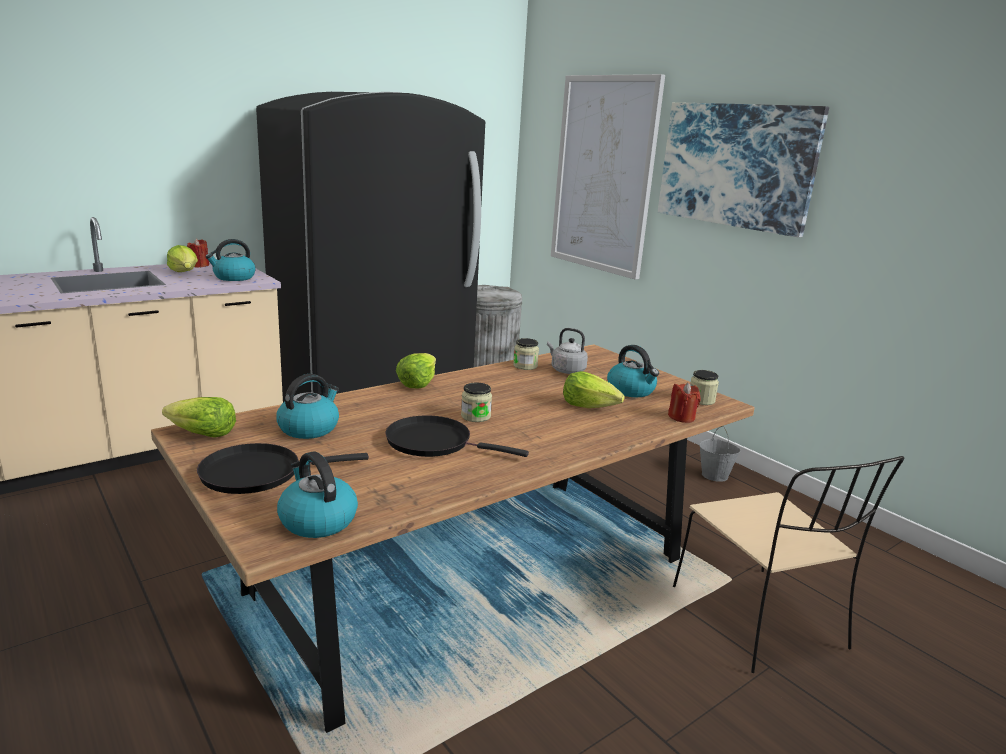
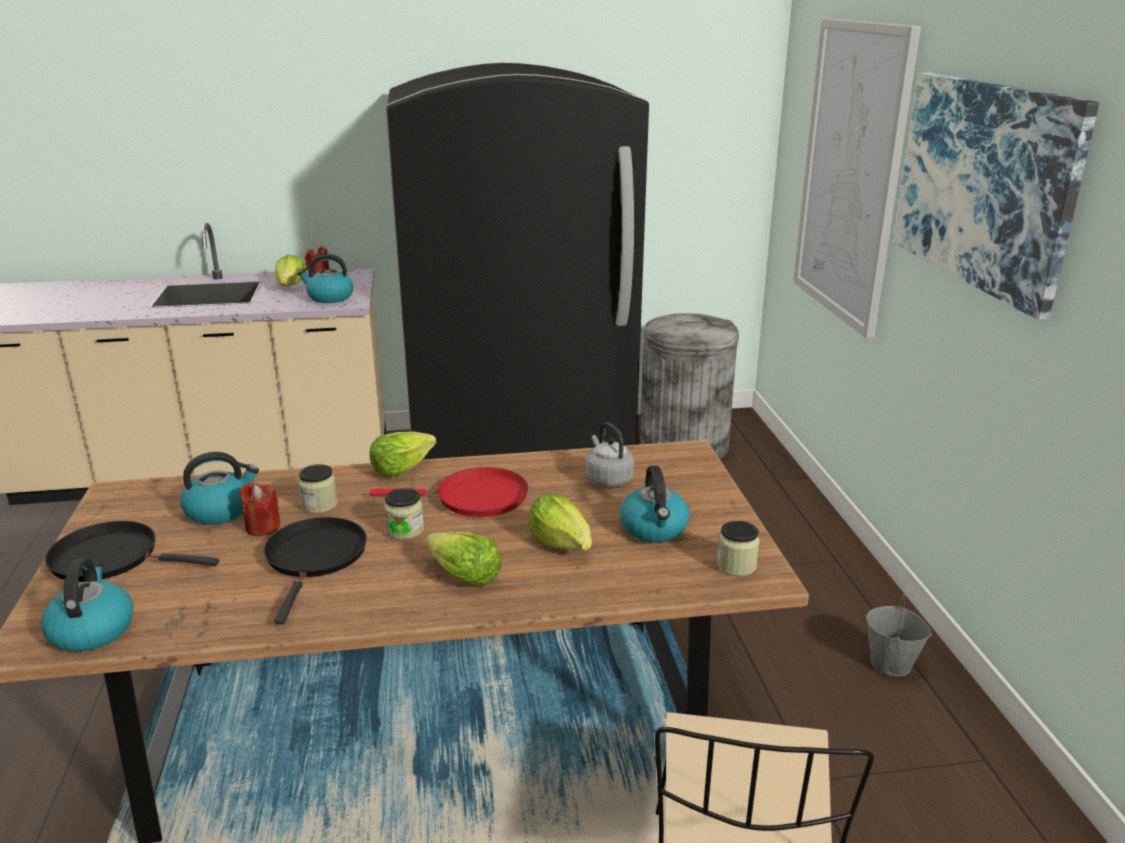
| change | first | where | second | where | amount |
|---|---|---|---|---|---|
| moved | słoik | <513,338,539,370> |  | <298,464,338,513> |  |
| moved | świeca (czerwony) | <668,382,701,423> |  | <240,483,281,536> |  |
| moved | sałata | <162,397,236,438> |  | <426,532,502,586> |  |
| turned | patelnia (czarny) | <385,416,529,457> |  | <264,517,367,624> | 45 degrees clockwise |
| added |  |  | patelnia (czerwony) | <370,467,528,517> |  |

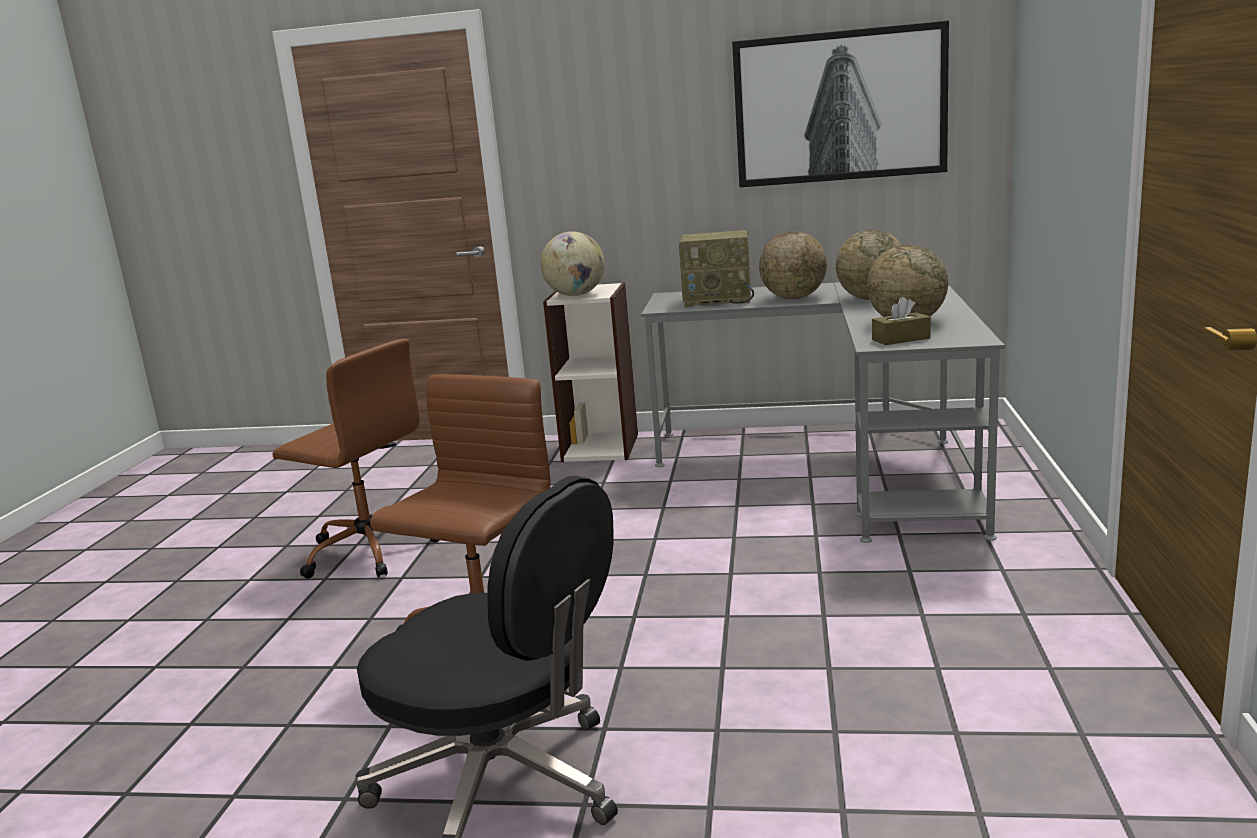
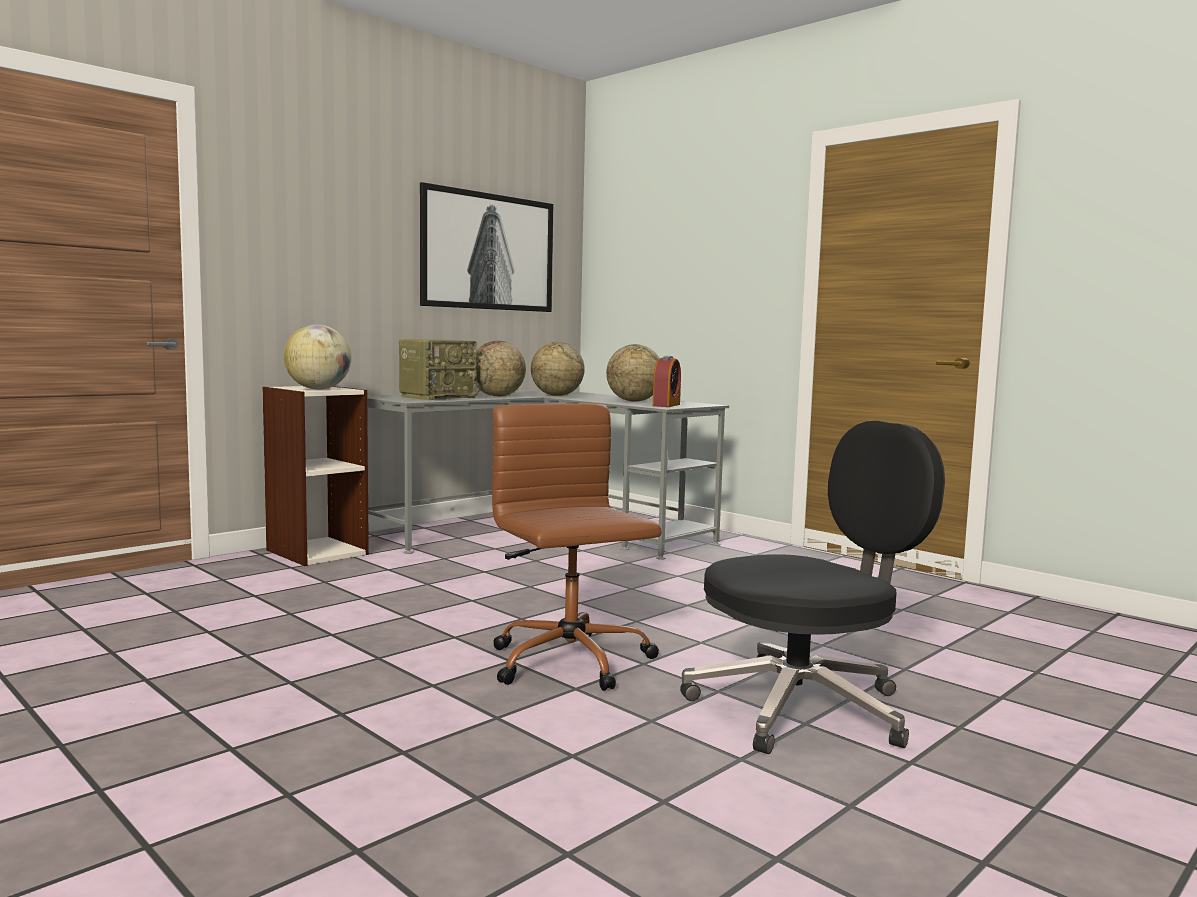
| change | first | where | second | where | amount |
|---|---|---|---|---|---|
| replaced | pudełko chusteczek (brązowy) | <872,297,931,345> | budzik | <653,356,681,407> |  |
| removed | krzesło biurowe (brązowy) | <273,339,439,579> |  |  |  |

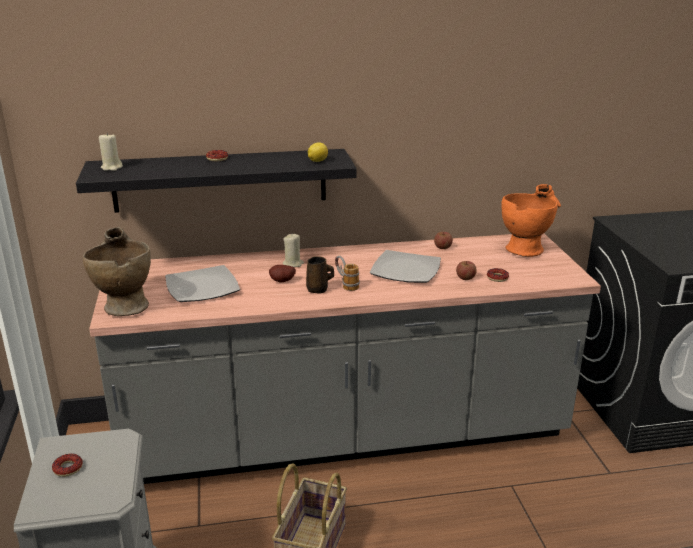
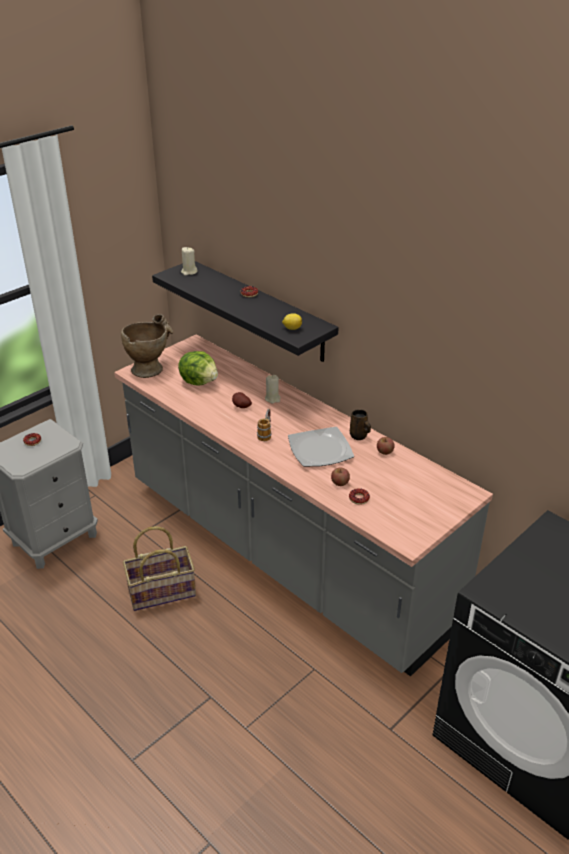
| change | first | where | second | where | amount |
|---|---|---|---|---|---|
| removed | wazon (pomarańczowy) | <502,184,561,257> |  |  |  |
| moved | kubek (brązowy) | <306,256,334,294> |  | <350,410,371,440> |  |
| replaced | talerz | <165,265,240,302> | sałata | <178,351,218,386> |  |

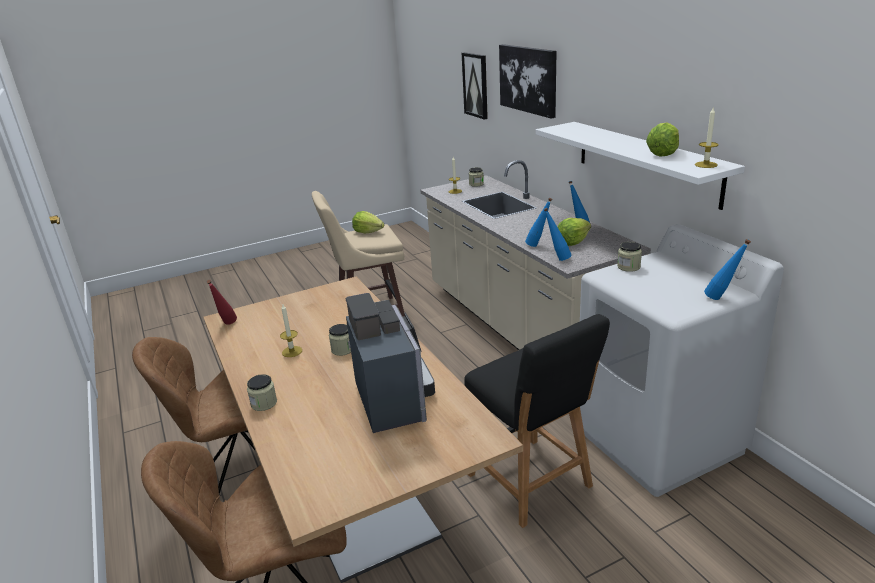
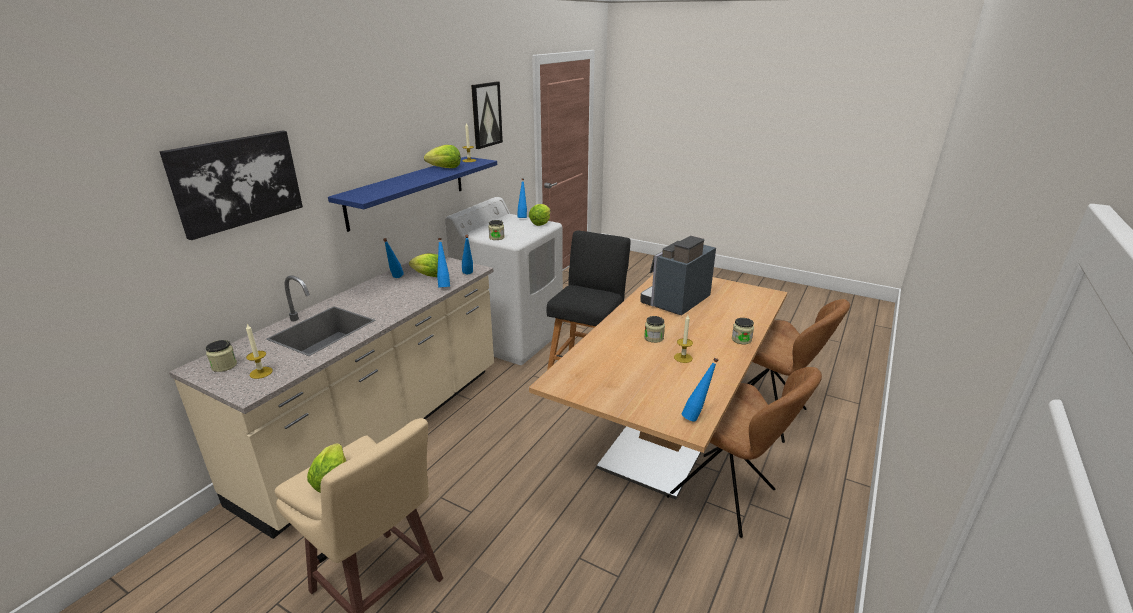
| change | first | where | second | where | amount |
|---|---|---|---|---|---|
| moved | obraz | <462,52,488,120> |  | <471,82,503,149> |  |
| recoloured | półka (biały) | <536,122,745,210> | półka (niebieski) | <328,157,497,232> |  |
| recoloured | butelka (czerwony) | <207,280,237,325> | butelka (niebieski) | <682,358,718,422> |  |
| added |  |  | sałata | <529,204,551,226> |  |

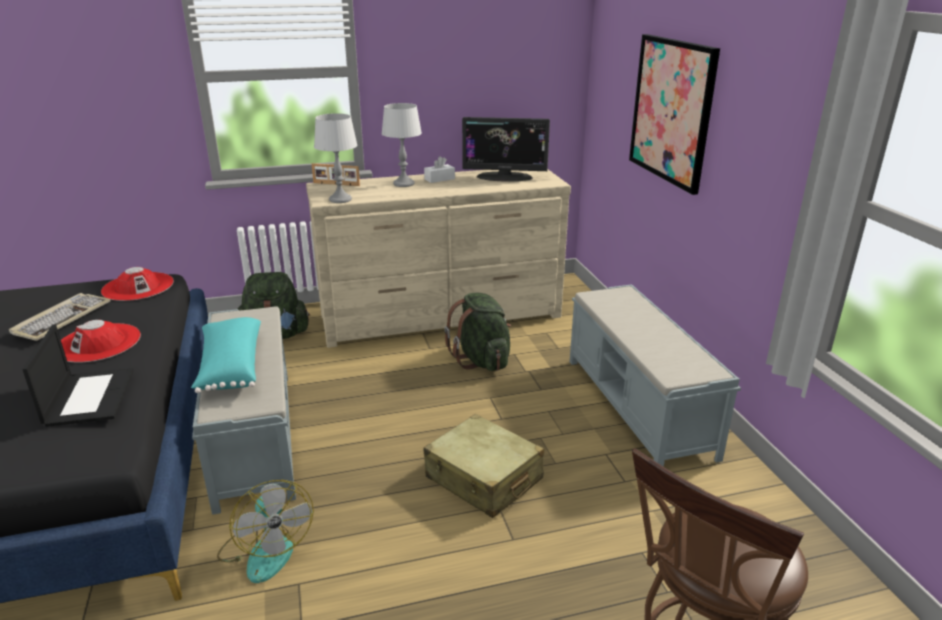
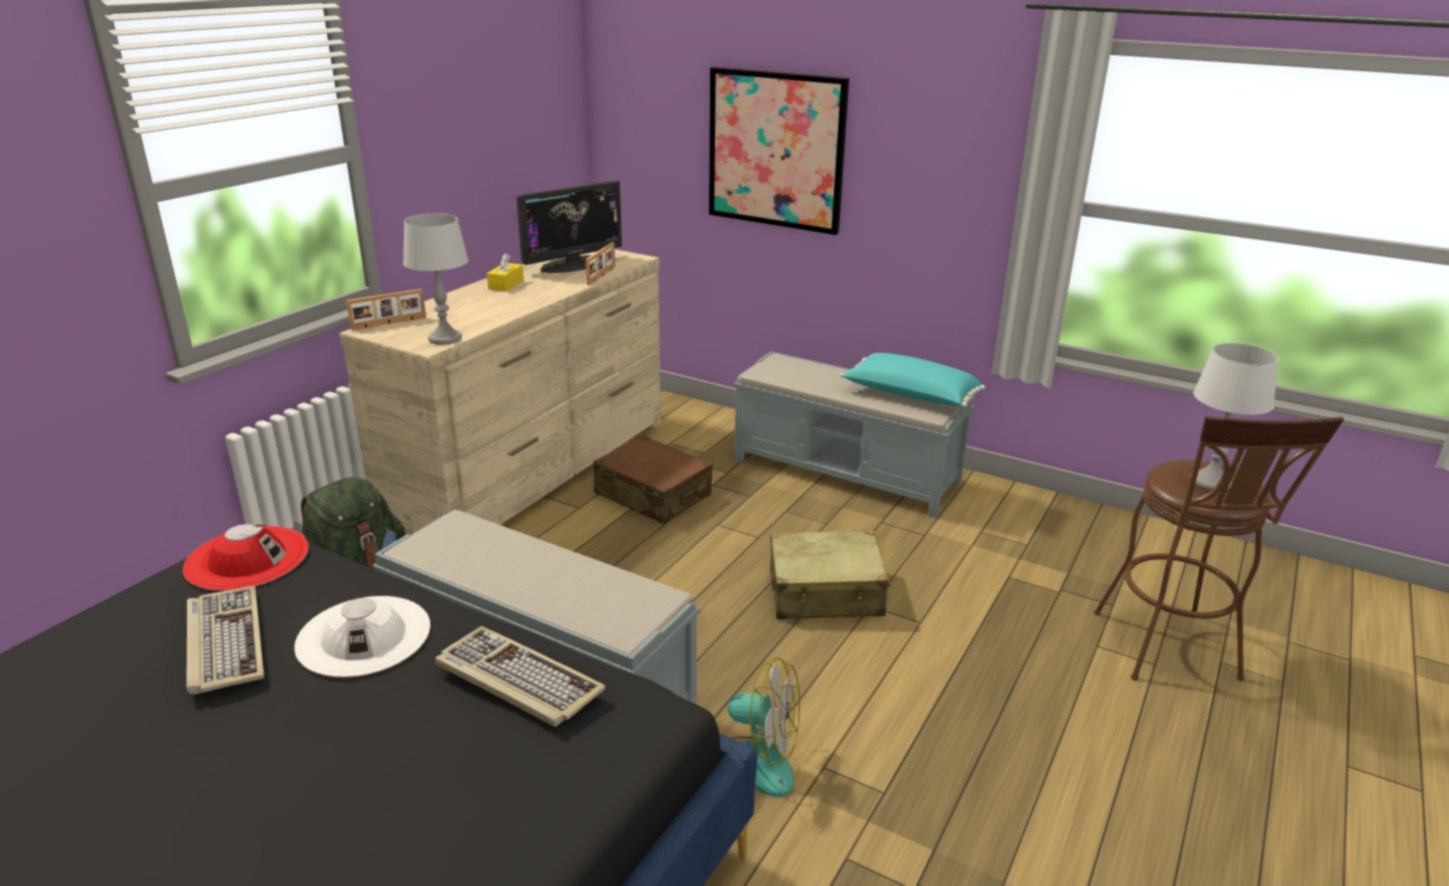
| change | first | where | second | where | amount |
|---|---|---|---|---|---|
| moved | lampa stołowa (szary) | <381,103,422,187> |  | <1190,343,1279,491> |  |
| recoloured | pudełko chusteczek (biały) | <424,156,455,183> | pudełko chusteczek (żółty) | <487,253,524,291> |  |
| replaced | plecak (zielony) | <444,292,511,371> | walizka (brązowy) | <593,435,713,524> |  |
| moved | poduszka (turkusowy) | <191,317,261,393> |  | <840,353,985,407> |  |
| recoloured | kapelusz (czerwony) | <61,320,141,362> | kapelusz (biały) | <294,596,431,677> |  |
| replaced | laptop | <22,325,134,427> | klawiatura | <435,626,605,727> |  |
| added |  |  | ramka na zdjęcie | <586,242,615,285> |  |

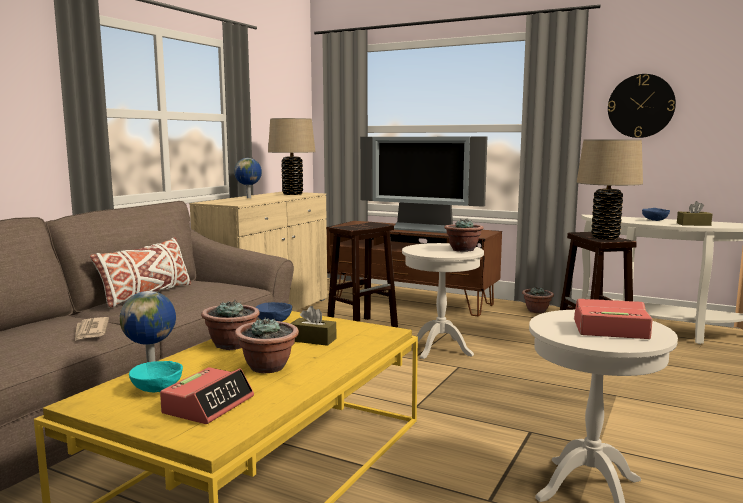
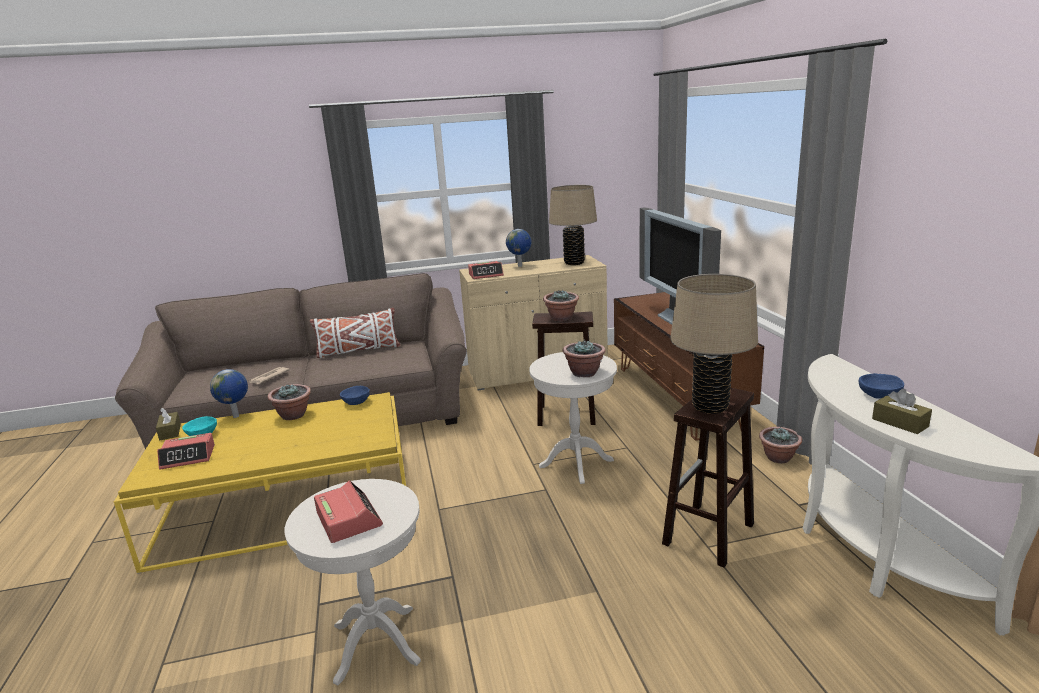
| change | first | where | second | where | amount |
|---|---|---|---|---|---|
| removed | zegar ścienny | <608,74,676,138> |  |  |  |
| moved | pudełko chusteczek (brązowy) | <290,306,336,346> |  | <156,408,181,440> |  |
| moved | roślina doniczkowa | <235,318,299,373> |  | <543,290,579,321> |  |
| added |  |  | budzik | <468,261,504,279> |  |

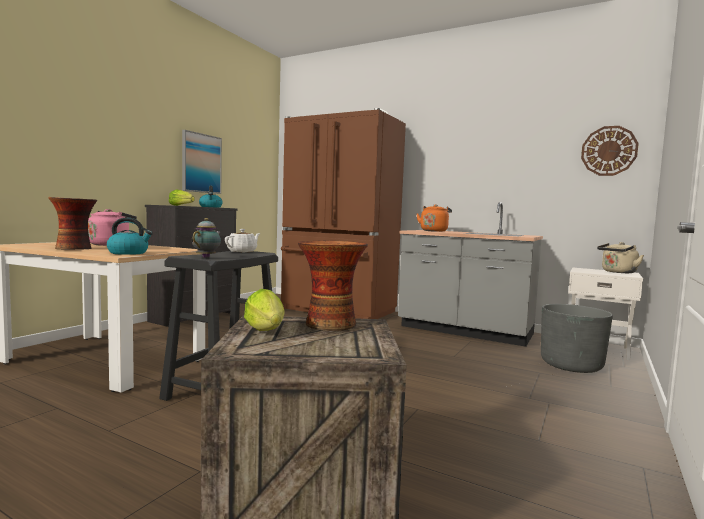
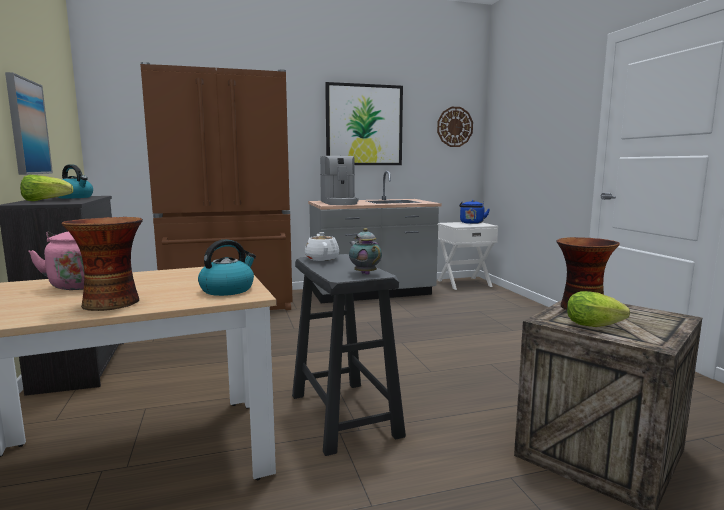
| change | first | where | second | where | amount |
|---|---|---|---|---|---|
| replaced | czajnik (pomarańczowy) | <416,204,452,232> | ekspres do kawy | <320,156,358,205> |  |
| recoloured | czajnik (beżowy) | <597,242,644,273> | czajnik (niebieski) | <459,200,490,224> |  |
| removed | donica (szary) | <541,304,613,373> |  |  |  |
| added |  |  | obraz | <325,82,403,165> |  |

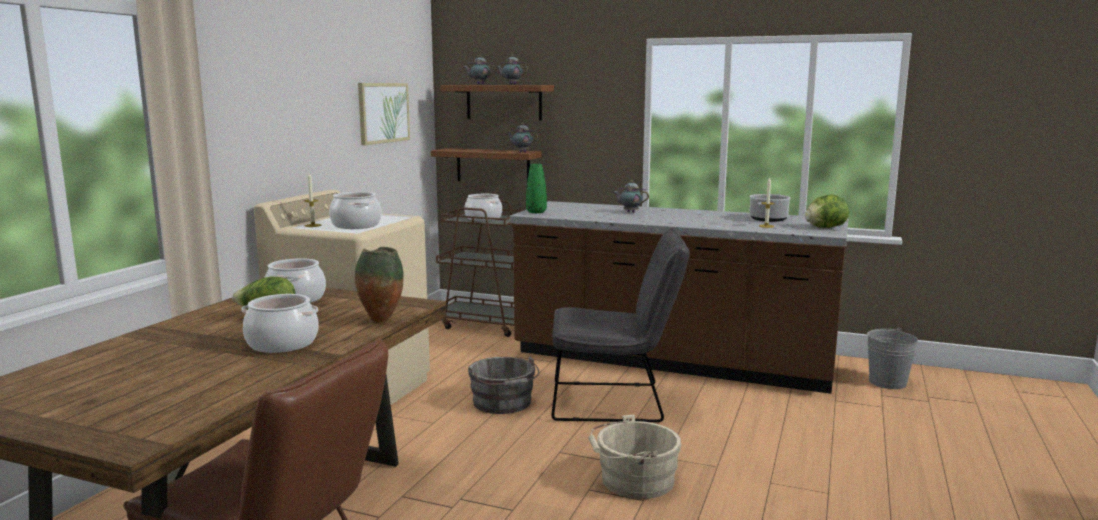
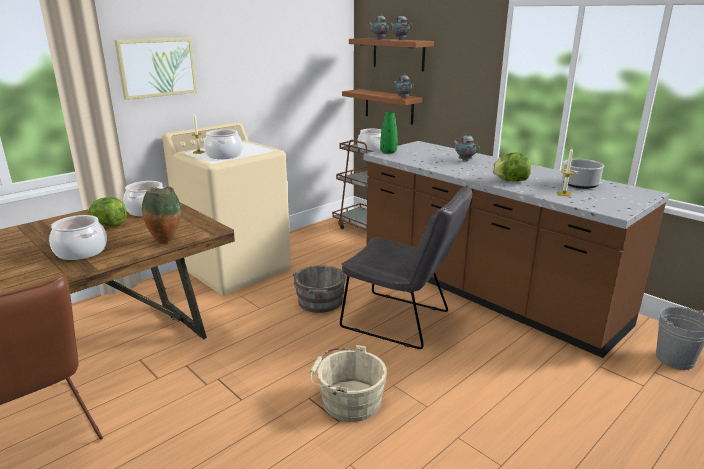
| change | first | where | second | where | amount |
|---|---|---|---|---|---|
| moved | obraz | <358,83,410,145> |  | <114,38,197,100> |  |
| moved | sałata | <805,195,849,228> |  | <492,152,531,181> |  |

